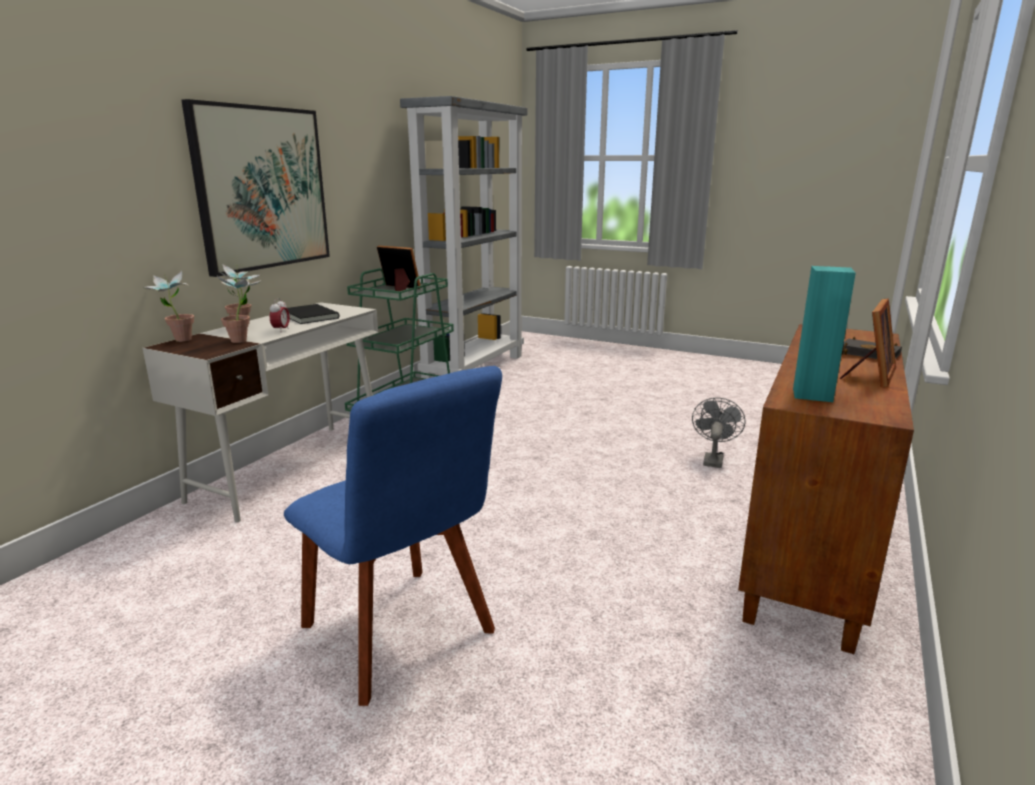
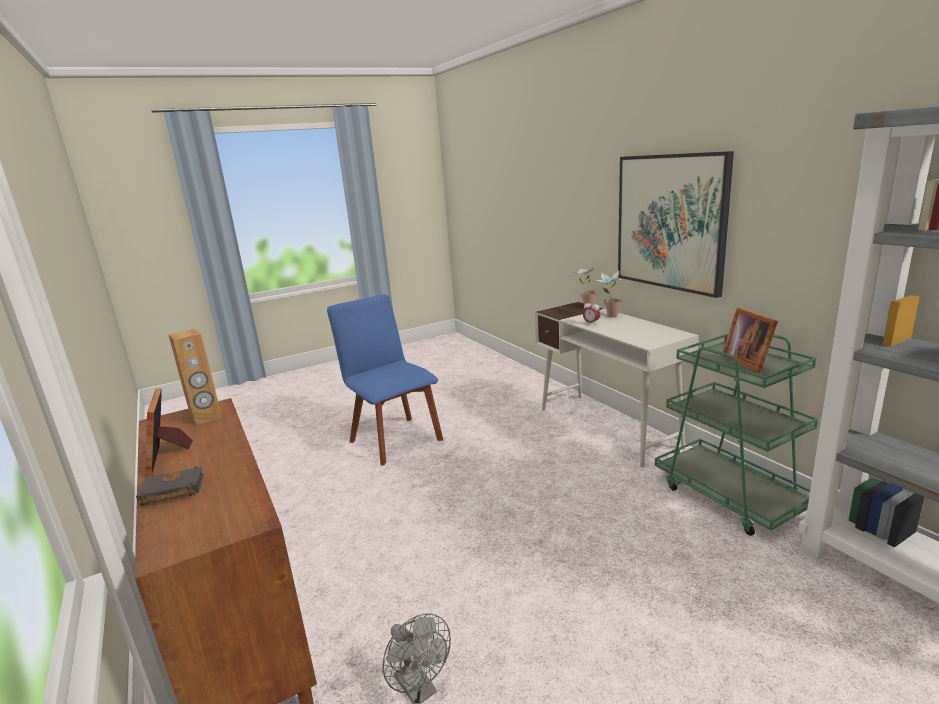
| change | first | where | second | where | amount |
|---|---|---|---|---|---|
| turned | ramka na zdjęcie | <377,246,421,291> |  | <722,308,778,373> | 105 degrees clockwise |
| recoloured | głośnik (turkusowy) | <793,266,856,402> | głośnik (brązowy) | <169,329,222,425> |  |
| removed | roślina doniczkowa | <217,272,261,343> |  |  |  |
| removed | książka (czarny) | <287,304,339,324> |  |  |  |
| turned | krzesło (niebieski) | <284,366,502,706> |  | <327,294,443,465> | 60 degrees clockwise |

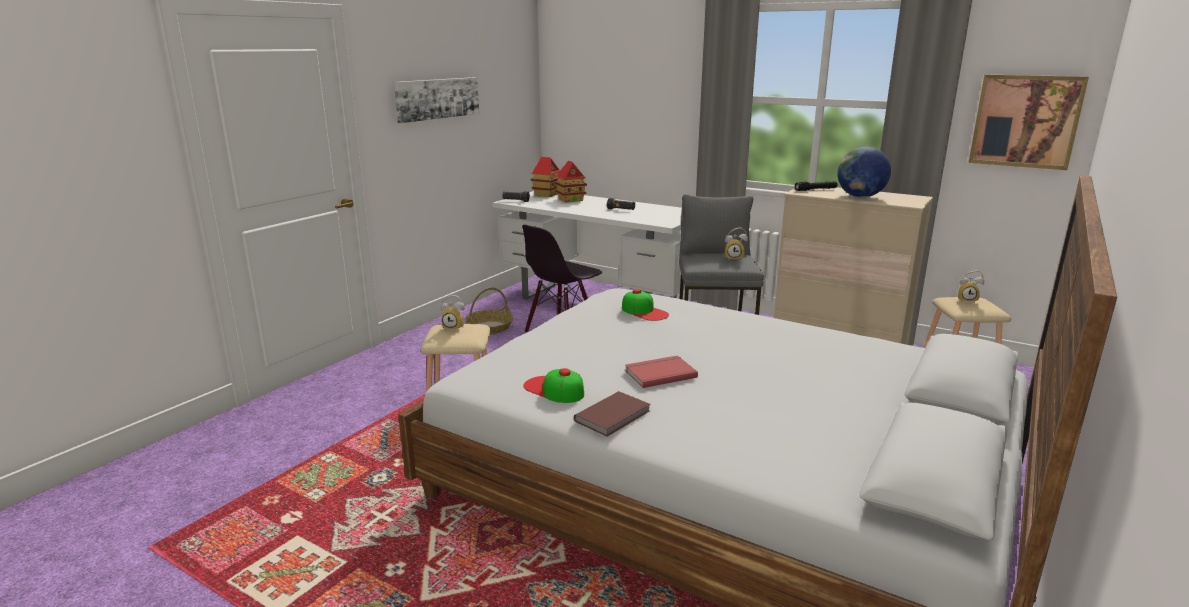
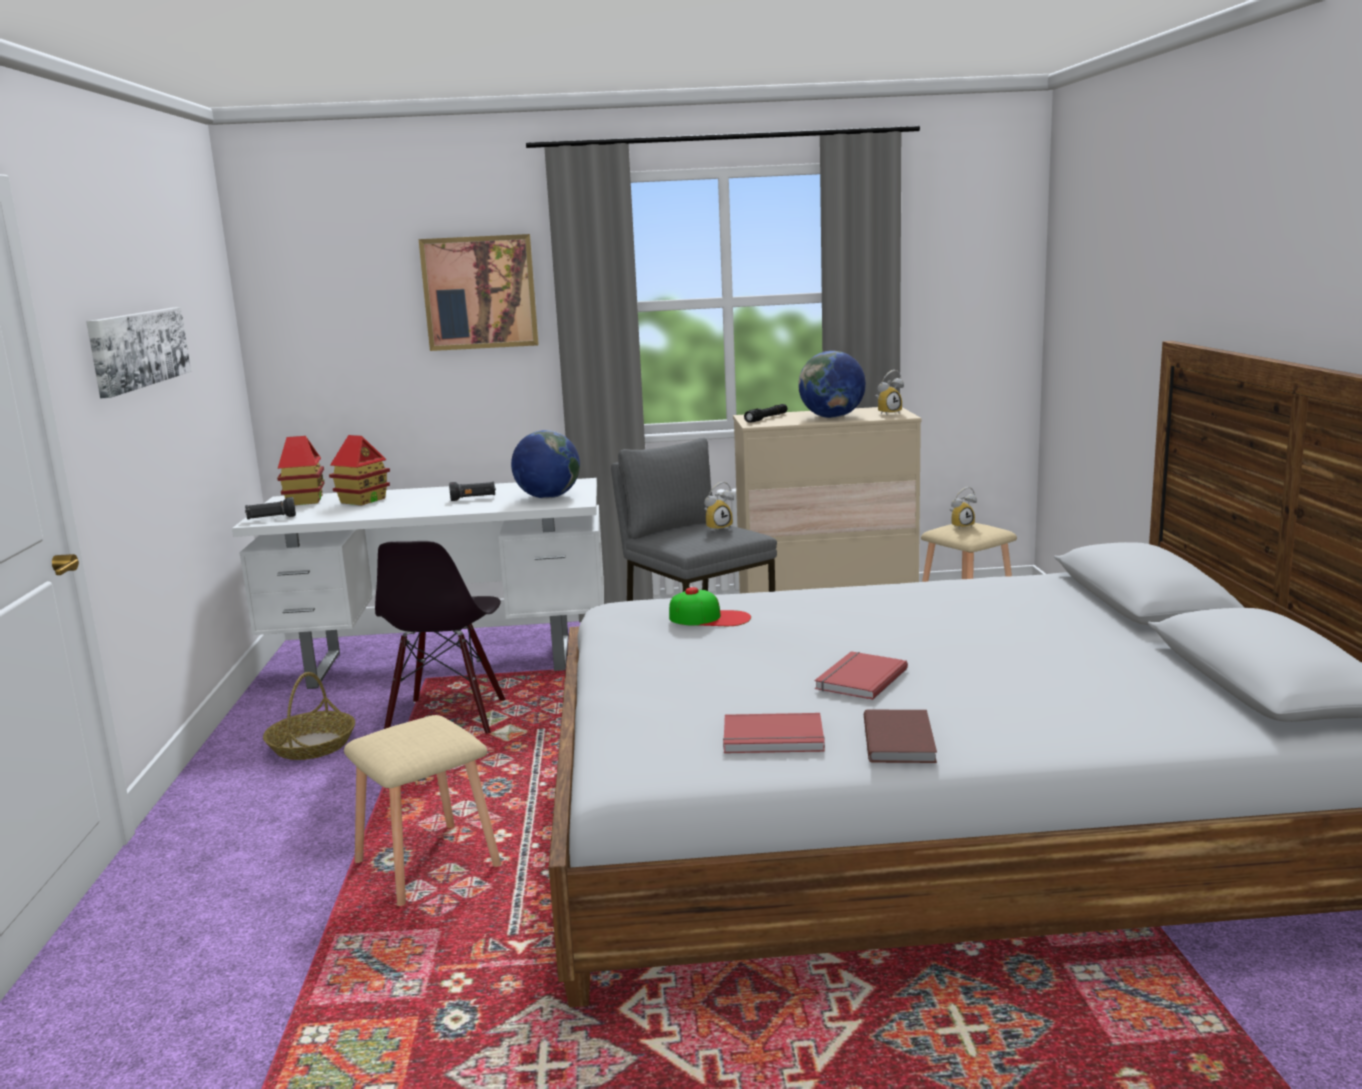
| change | first | where | second | where | amount |
|---|---|---|---|---|---|
| moved | obraz | <968,75,1089,170> |  | <419,234,539,351> |  |
| moved | budzik | <440,295,465,331> |  | <875,370,904,415> |  |
| replaced | czapka z daszkiem | <524,368,584,403> | książka (czerwony) | <723,713,825,753> |  |
| added |  |  | globus | <511,430,580,499> |  |

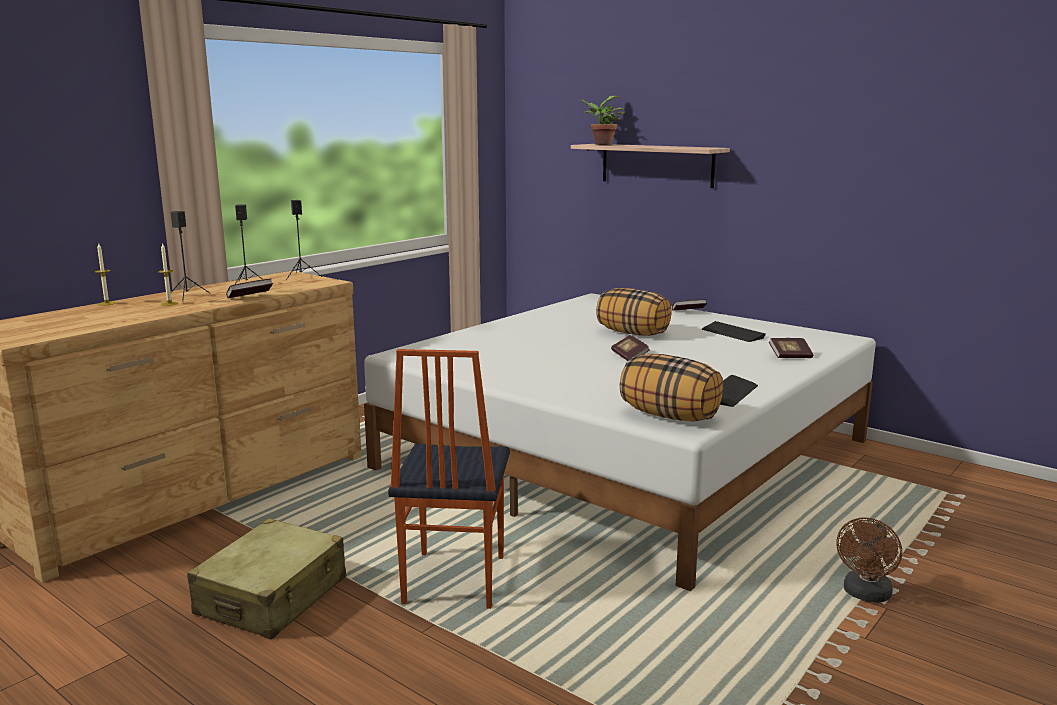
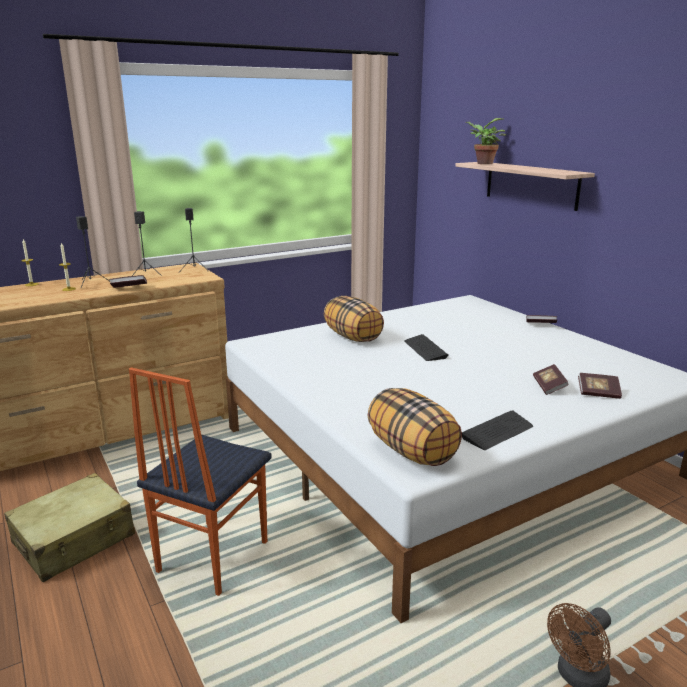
| change | first | where | second | where | amount |
|---|---|---|---|---|---|
| moved | poduszka | <596,288,672,336> |  | <324,296,384,342> |  |
| moved | klawiatura | <702,321,766,342> |  | <404,334,448,361> |  |
| moved | książka | <611,335,650,361> |  | <533,364,569,395> |  |

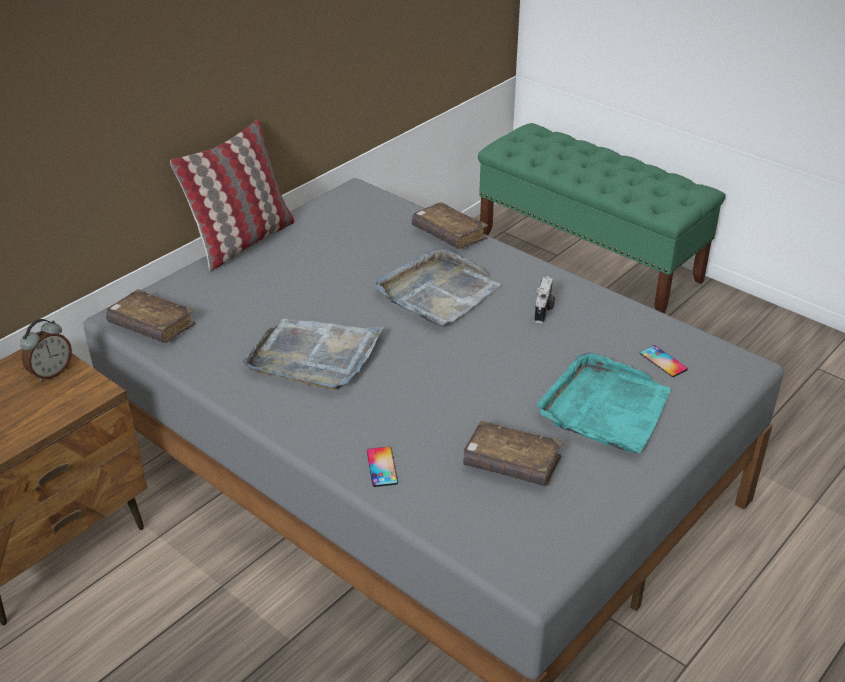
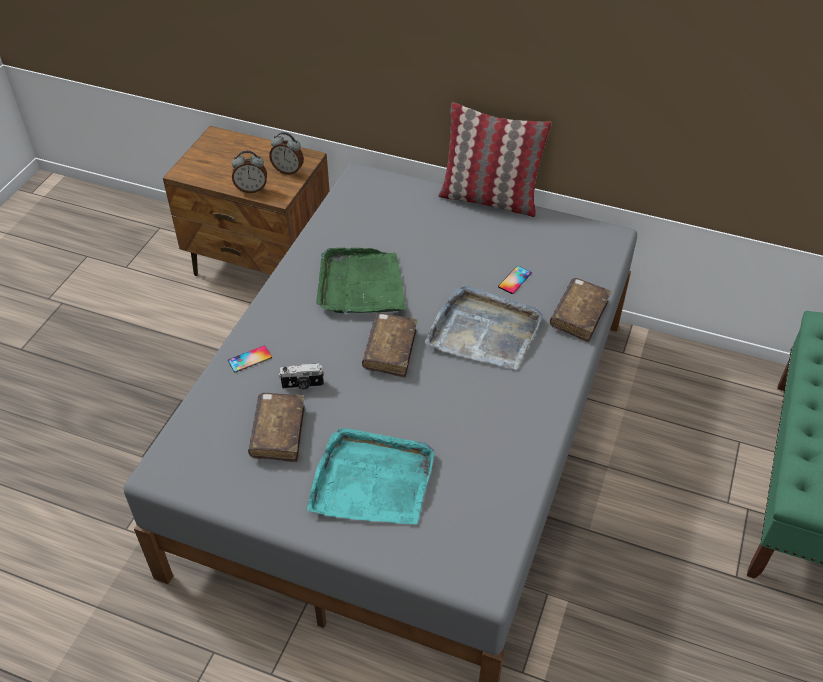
| change | first | where | second | where | amount |
|---|---|---|---|---|---|
| moved | aparat fotograficzny | <534,277,555,324> |  | <279,363,325,389> |  |
| moved | książka (brązowy) | <106,289,196,343> |  | <362,313,417,378> |  |
| recoloured | taca (szary) | <242,319,384,390> | taca (zielony) | <316,248,406,313> |  |
| moved | telefon | <640,345,688,377> |  | <498,266,532,294> |  |
| added |  |  | budzik | <232,151,267,193> |  |

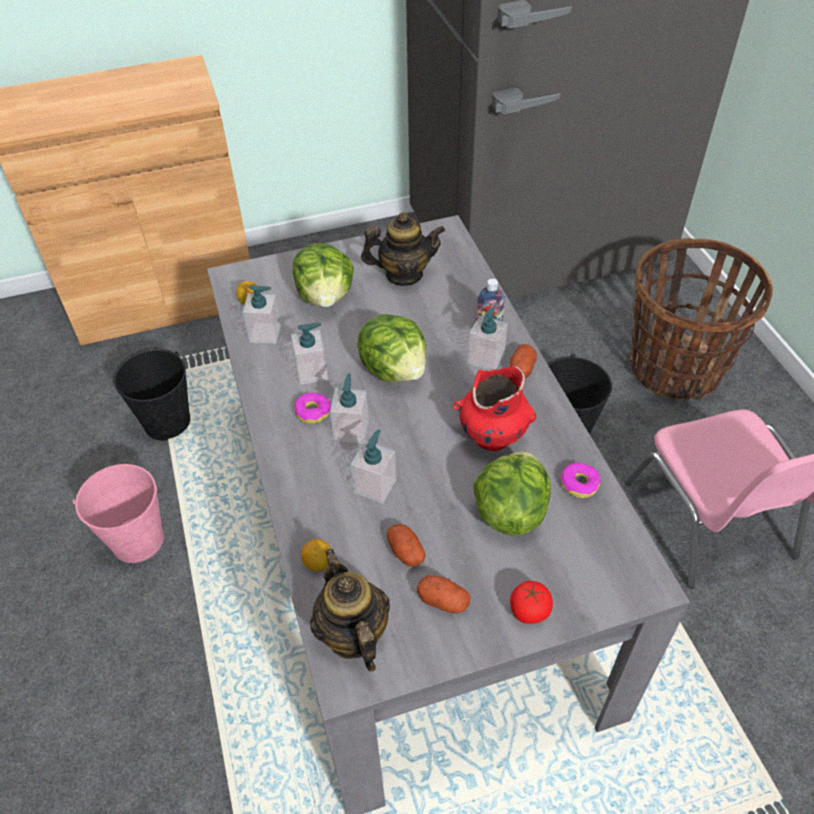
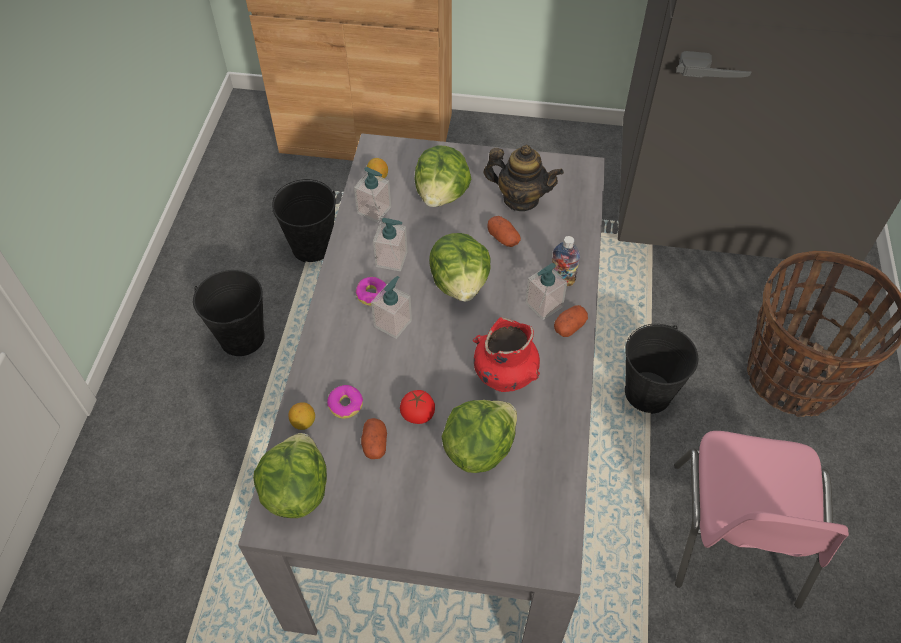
| change | first | where | second | where | amount |
|---|---|---|---|---|---|
| removed | dozownik mydła | <351,429,396,504> |  |  |  |
| moved | donut | <560,462,601,498> |  | <327,385,363,419> |  |
| recoloured | wiadro (różowy) | <73,464,164,563> | wiadro (czarny) | <193,270,265,356> |  |
| replaced | imbryk | <310,549,390,672> | sałata | <253,433,327,518> |  |
| moved | ziemniak | <417,575,471,613> |  | <487,216,521,247> |  |
| moved | pomidor | <510,581,553,624> |  | <400,390,435,424> |  |

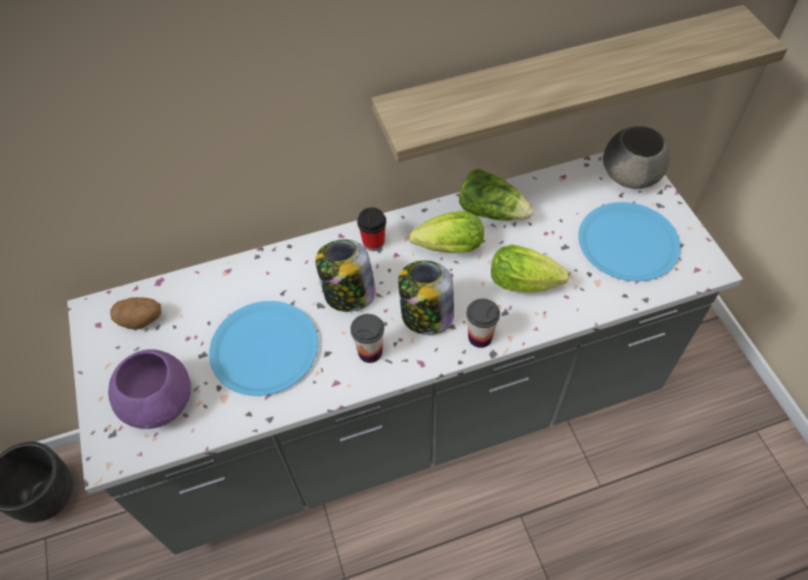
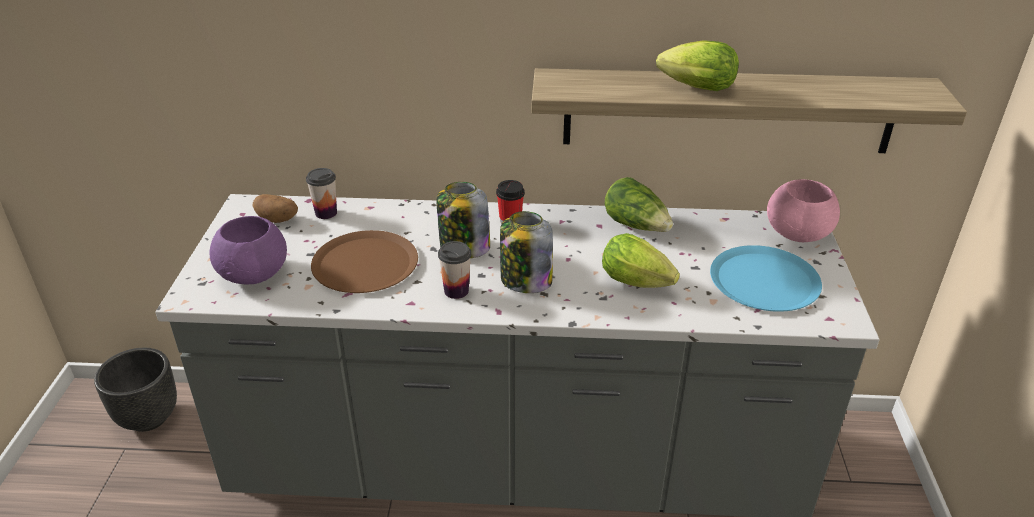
| change | first | where | second | where | amount |
|---|---|---|---|---|---|
| recoloured | miska (szary) | <603,126,670,189> | miska (różowy) | <767,179,840,242> |  |
| moved | sałata | <409,211,484,253> |  | <656,40,739,91> |  |
| moved | filiżanka | <466,299,500,348> |  | <306,168,337,219> |  |
| recoloured | talerz (niebieski) | <209,301,318,396> | talerz (brązowy) | <311,230,418,293> |  |

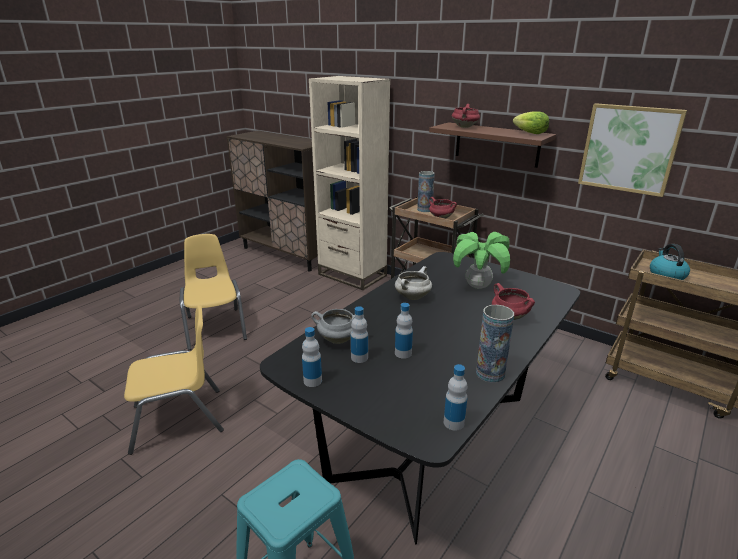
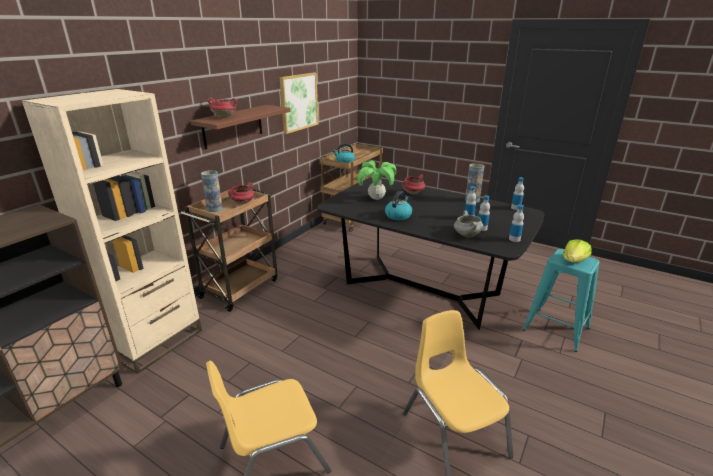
| change | first | where | second | where | amount |
|---|---|---|---|---|---|
| moved | sałata | <513,111,549,134> |  | <563,240,592,263> |  |
| replaced | garnek (biały) | <395,266,432,300> | czajnik | <385,191,412,220> |  |

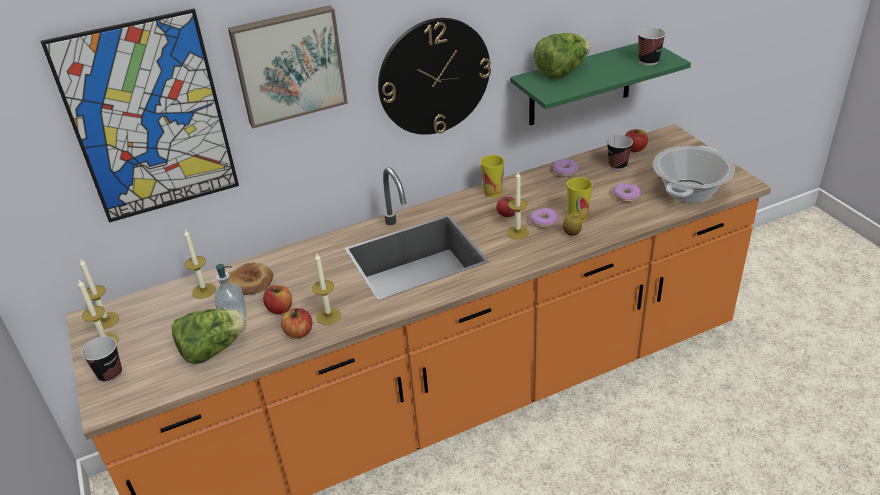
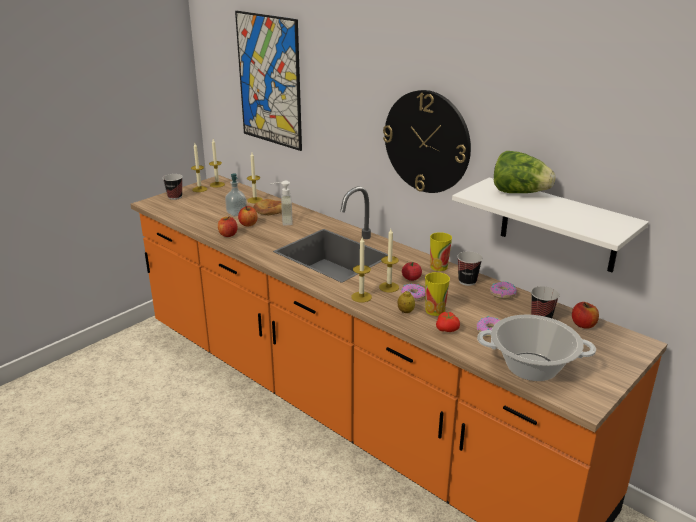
| change | first | where | second | where | amount |
|---|---|---|---|---|---|
| removed | obraz | <228,5,348,128> |  |  |  |
| moved | filiżanka | <638,28,666,65> |  | <457,251,483,286> |  |
| recoloured | półka (zielony) | <510,42,691,125> | półka (biały) | <452,178,649,272> |  |
| moved | świeca | <312,252,341,325> |  | <351,237,372,302> |  |
| removed | sałata | <171,308,246,364> |  |  |  |
| added |  |  | dozownik mydła | <271,181,293,226> |  |
| added |  |  | pomidor | <436,312,460,332> |  |

